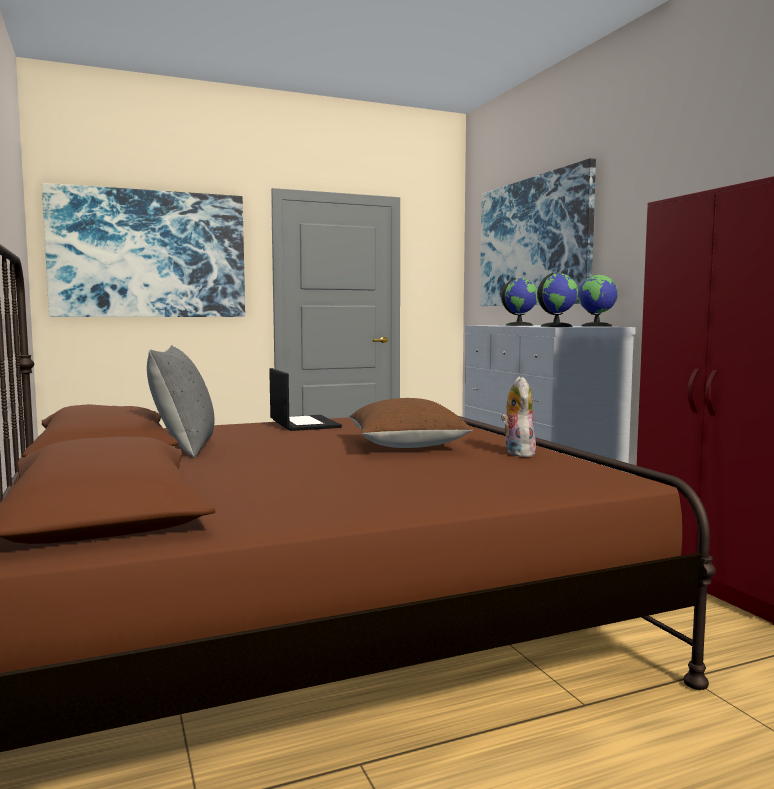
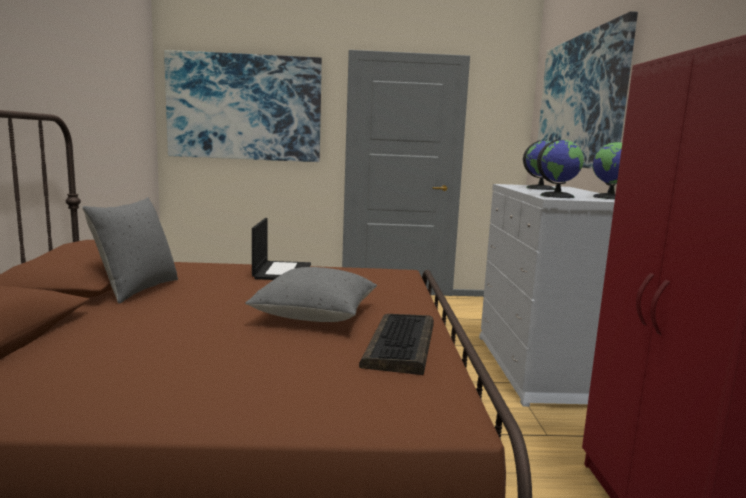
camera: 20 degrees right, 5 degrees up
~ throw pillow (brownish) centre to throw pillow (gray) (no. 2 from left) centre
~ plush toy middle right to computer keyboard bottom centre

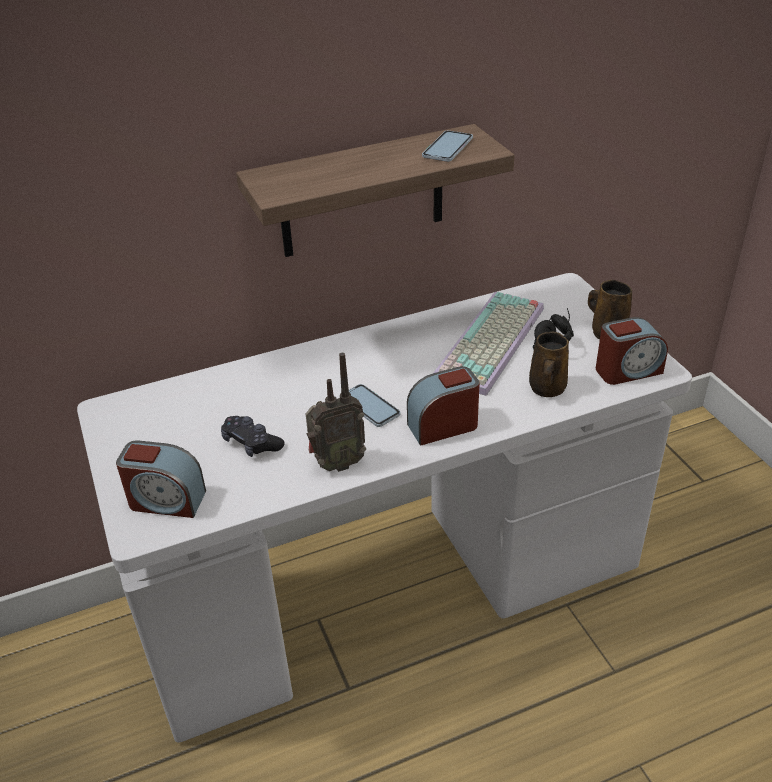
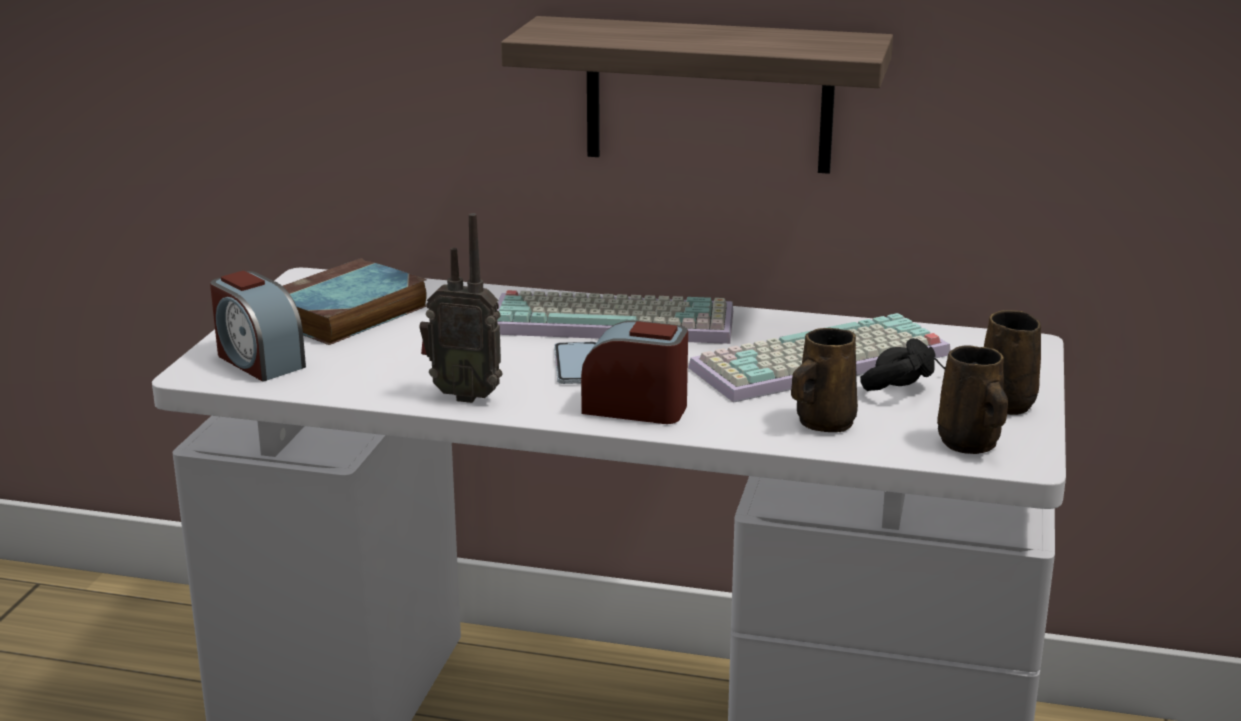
camera: 35 degrees right, 15 degrees down
- game controller (black-coloured) middle left
- phone (no. 2 from left) top centre
~ table clock (no. 3 from left) middle right to mug (brownish) (no. 2 from left) middle right
+ book middle left
+ computer keyboard (no. 1 from left) centre

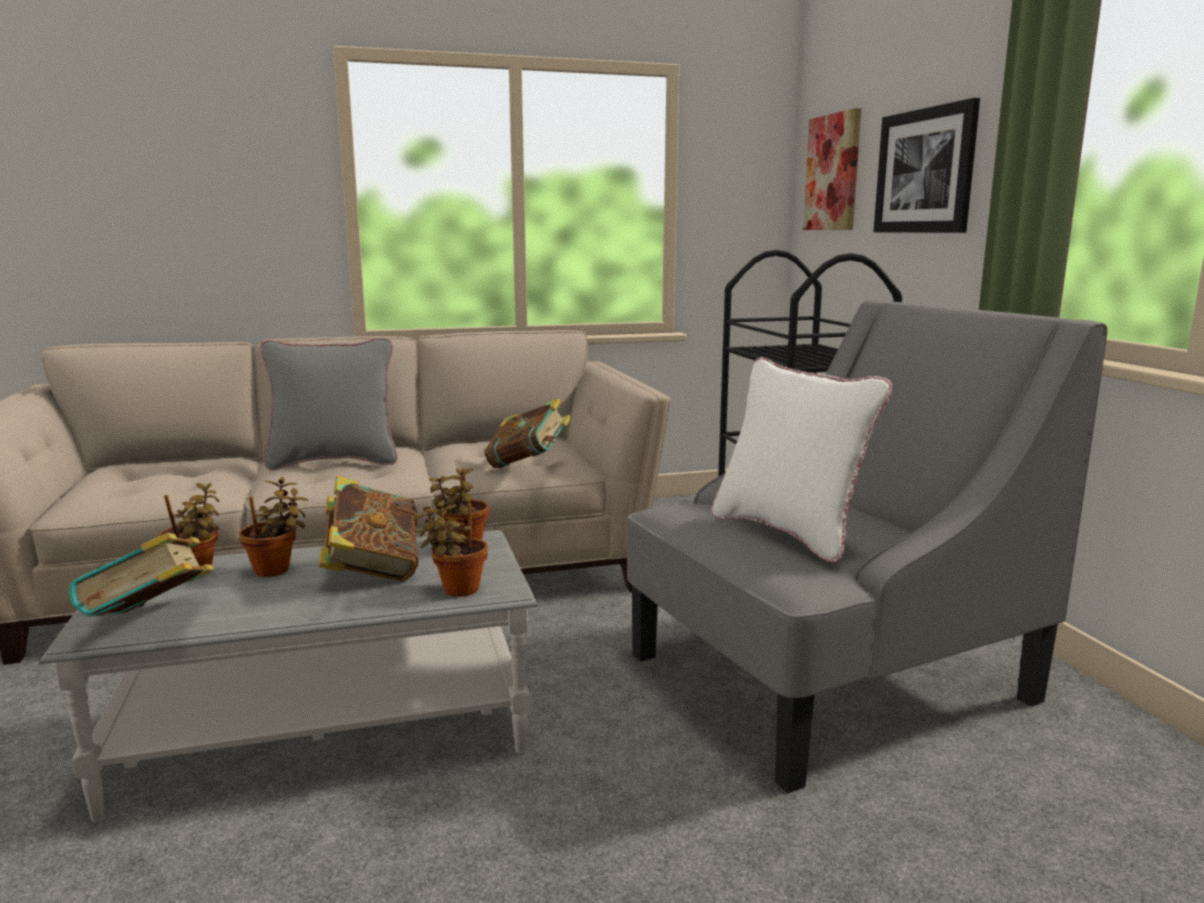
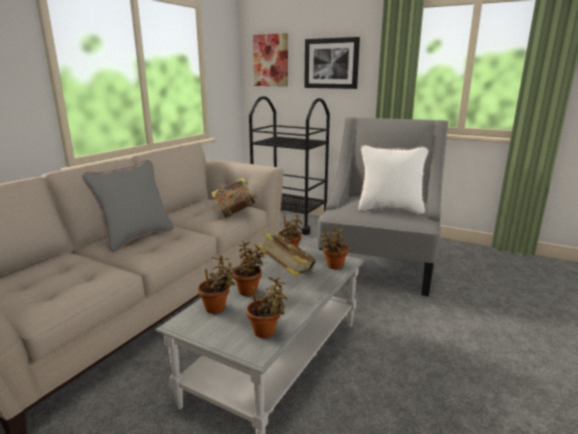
camera: 45 degrees left, 5 degrees up
~ book (no. 1 from left) middle left to plant in a pot (no. 3 from left) bottom centre

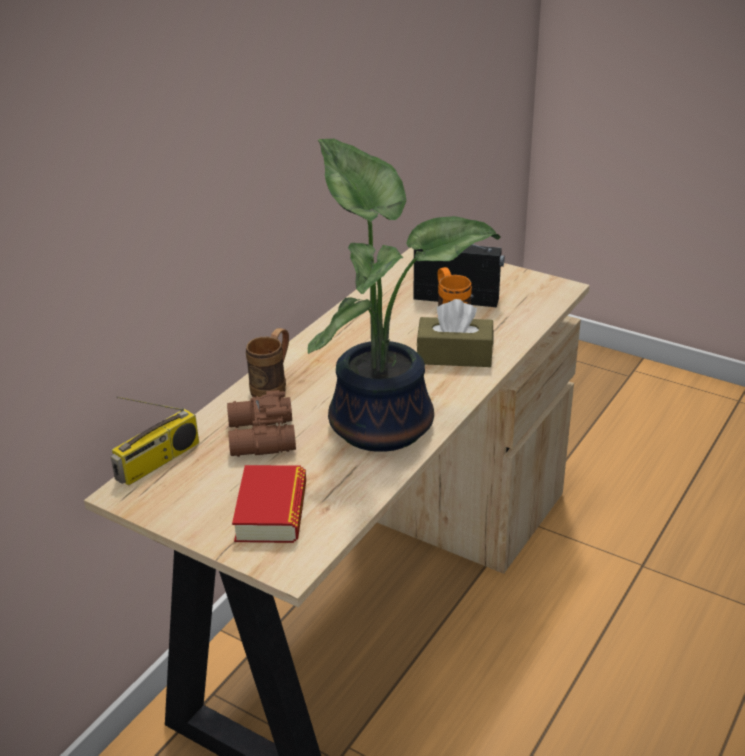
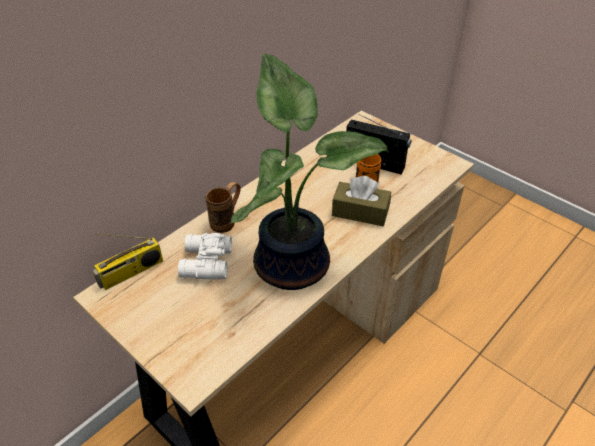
camera: 10 degrees right, 10 degrees up
~ field glasses (brownish) centre to field glasses (white-coloured) centre
- book bottom centre

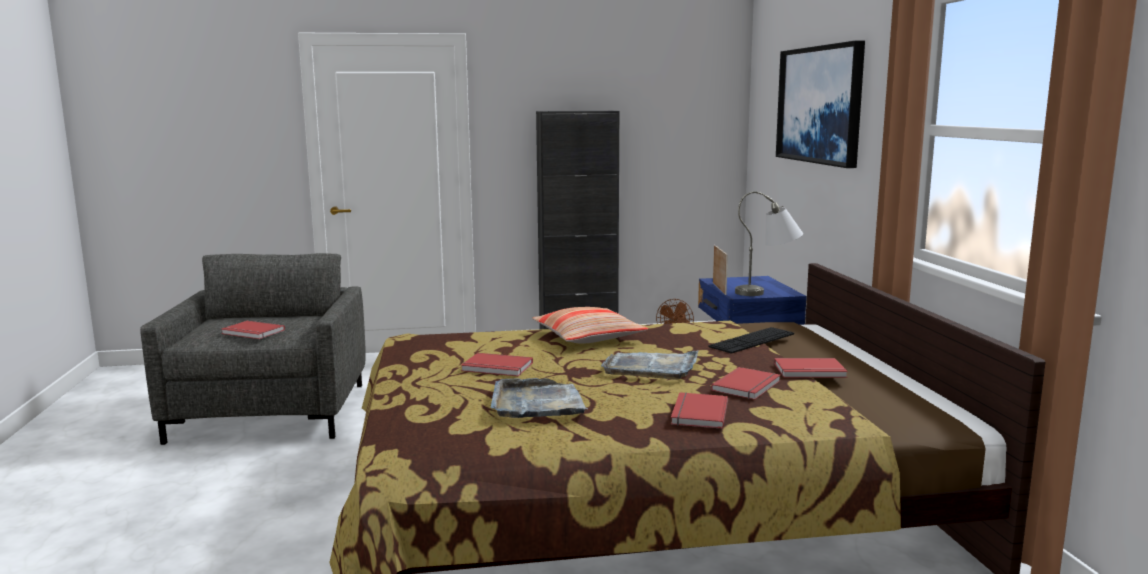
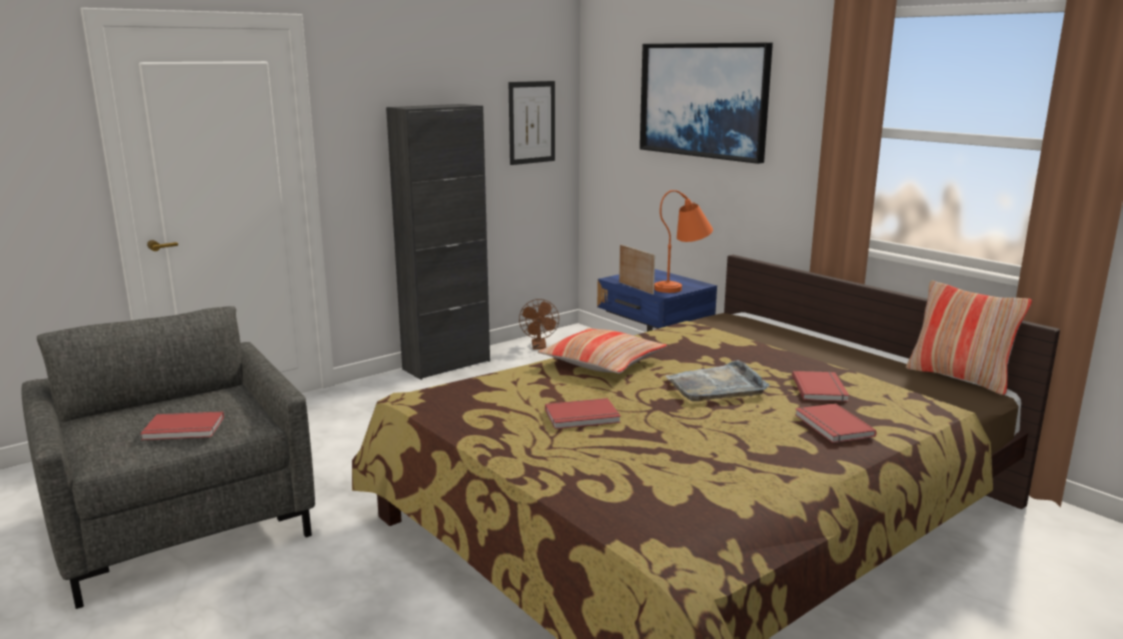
camera: 30 degrees left, 5 degrees up
- serving tray (gray) (no. 1 from left) bottom centre
- computer keyboard centre
~ table lamp (gray) middle right to table lamp (orangey) centre
- book (red-coloured) (no. 5 from left) middle right
+ wall art (no. 1 from left) top centre
+ throw pillow (no. 2 from left) middle right

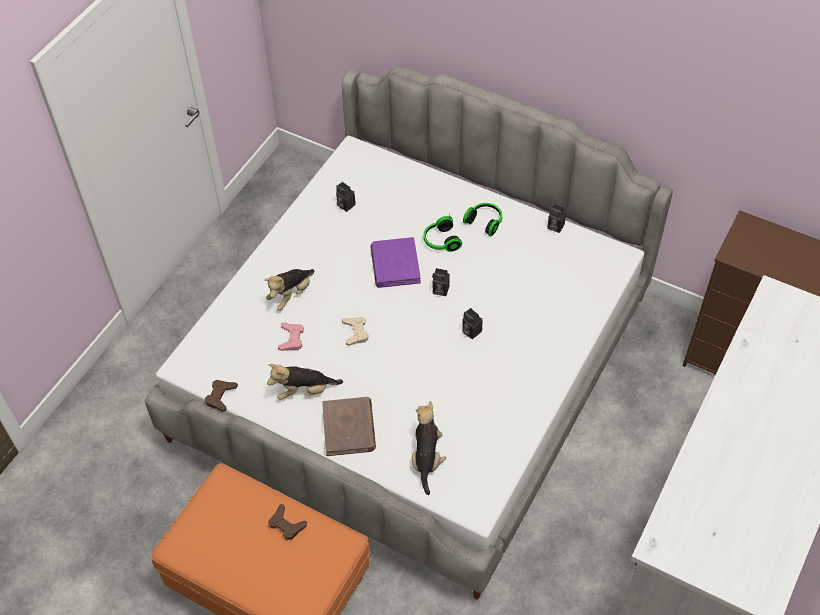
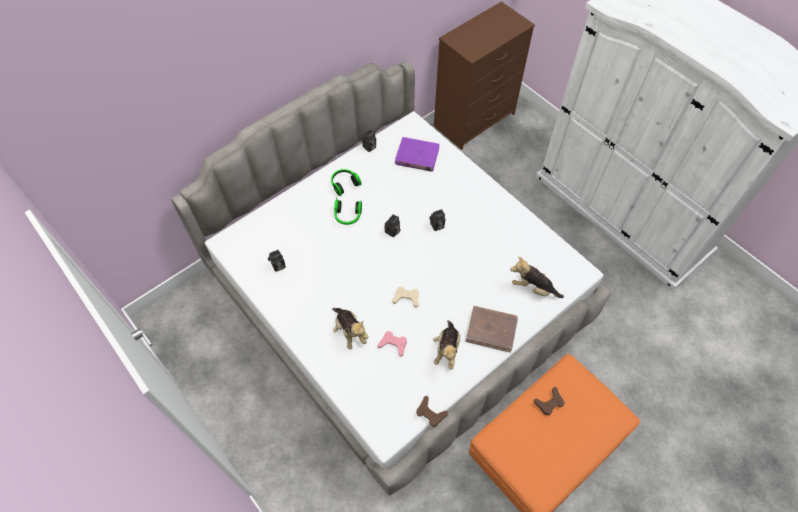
camera: 70 degrees left, 5 degrees up
~ book (purple) centre to top centre

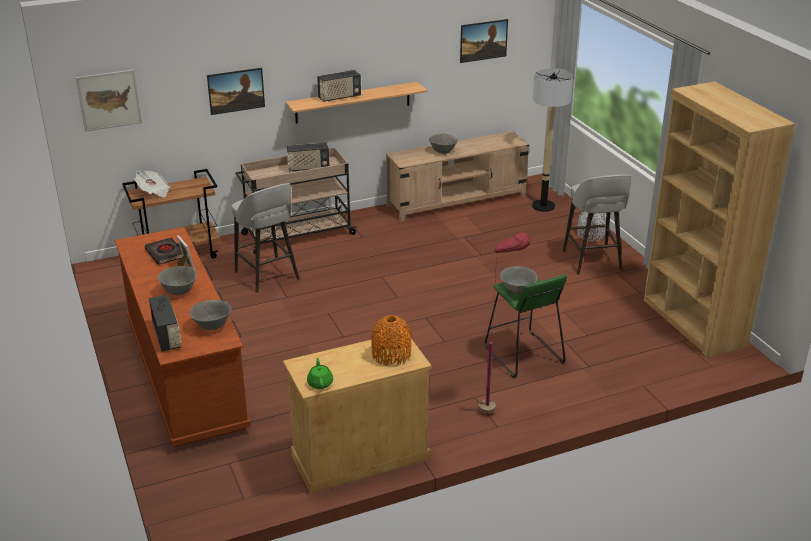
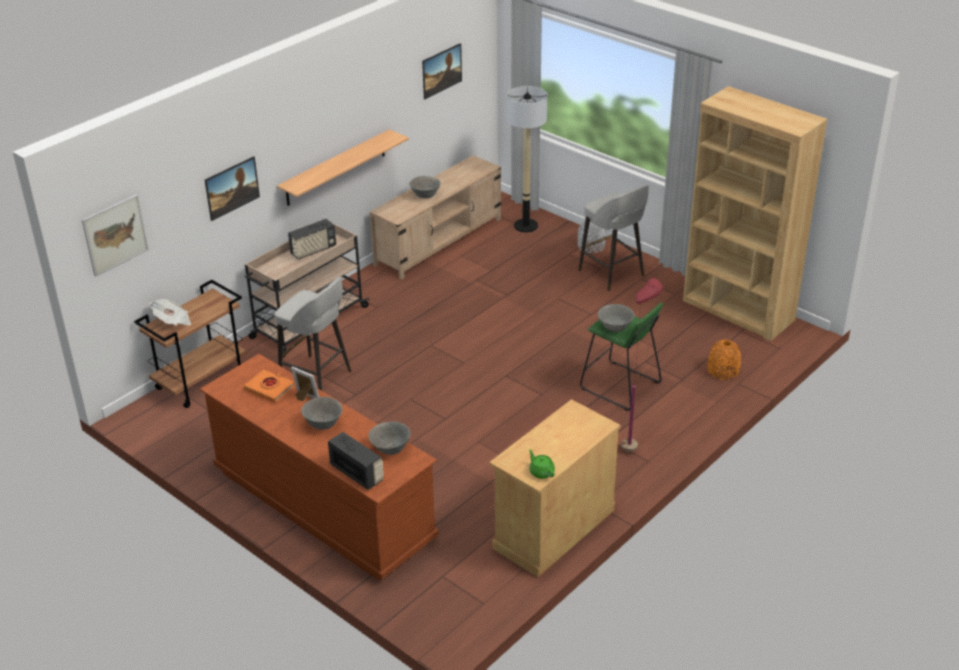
camera: 25 degrees left, 5 degrees up
~ book (black-coloured) middle left to book (orangey) middle left
- radio (no. 3 from left) top centre
~ vase (orangey) centre to middle right

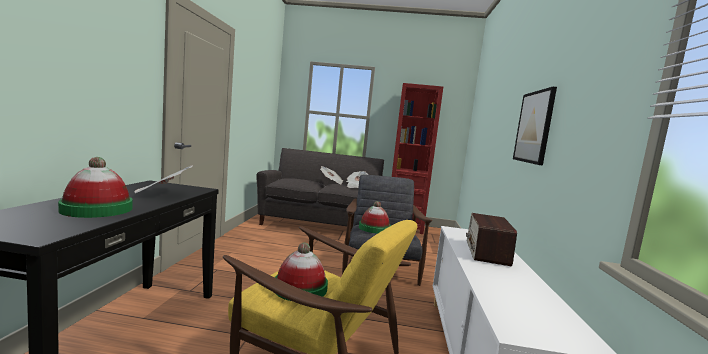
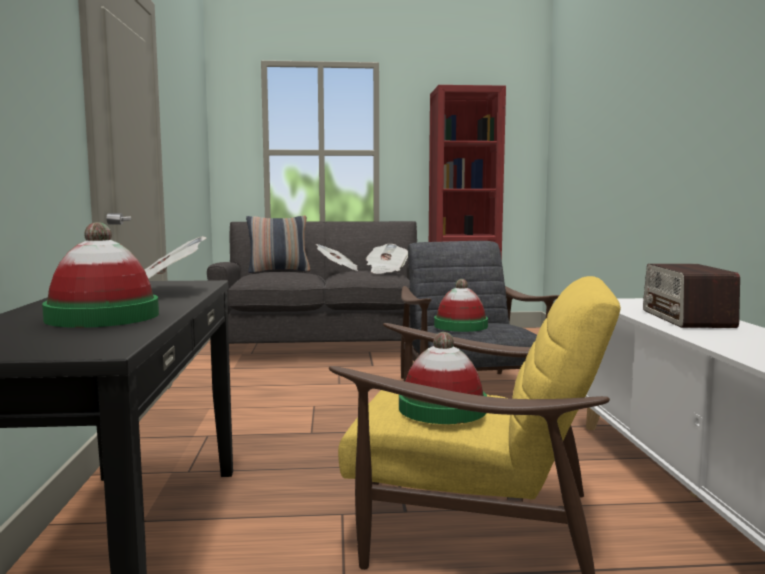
camera: 10 degrees left, 0 degrees up
- wall art middle right
+ throw pillow centre

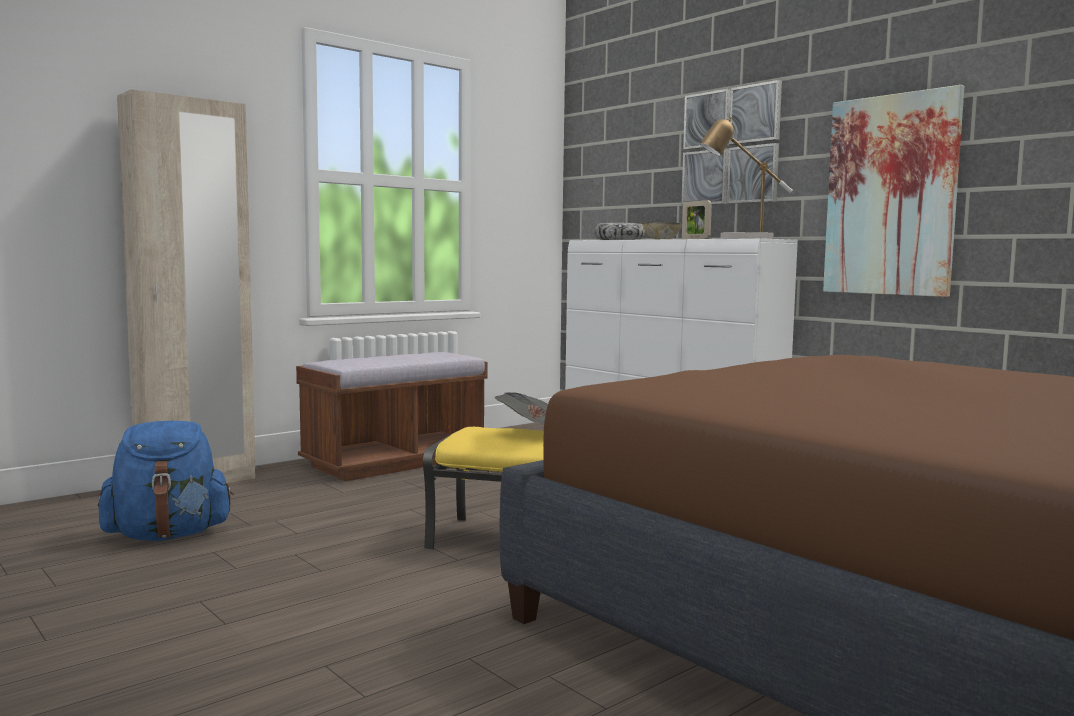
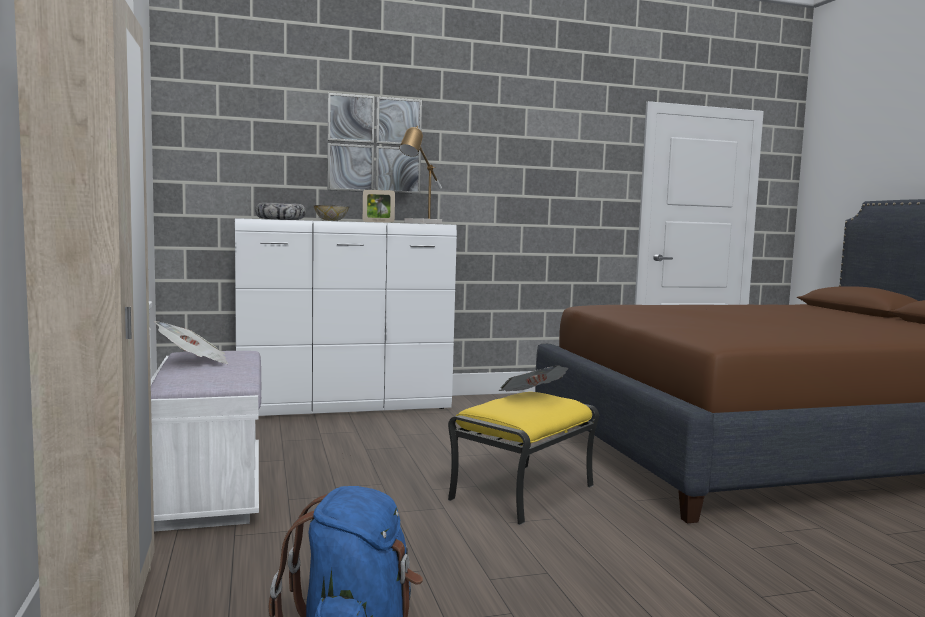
camera: 65 degrees left, 0 degrees up
~ long seat (brownish) centre to long seat (white-coloured) bottom left
- wall art (no. 2 from left) top right
+ printed paper (no. 1 from left) middle left

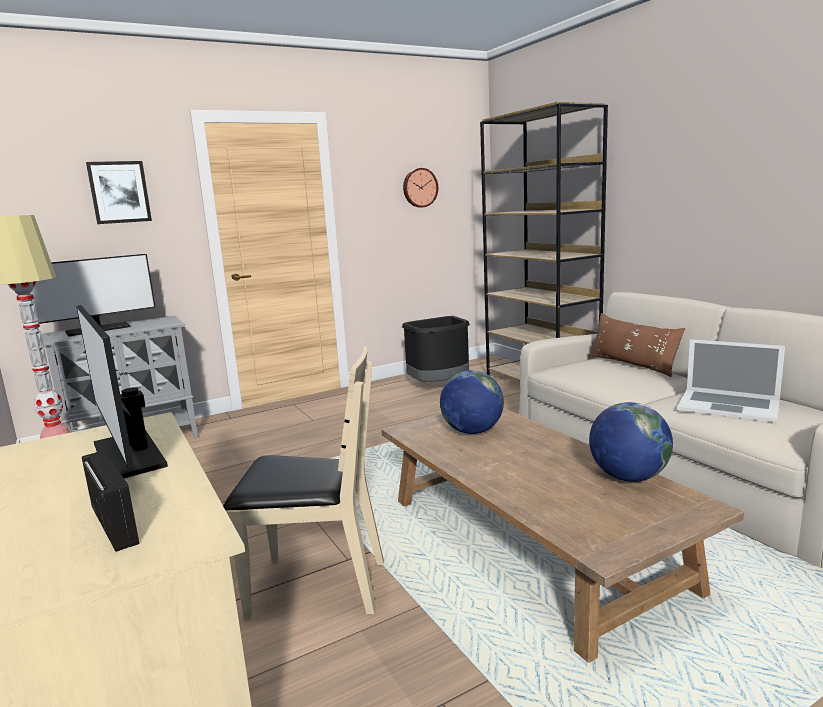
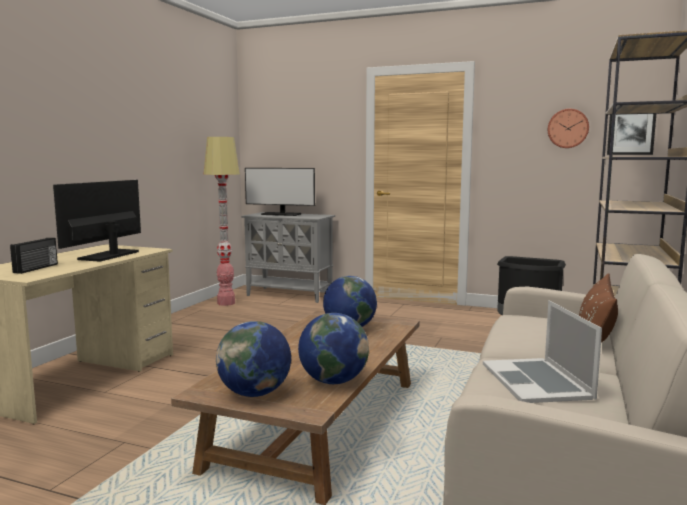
camera: 50 degrees right, 5 degrees down
~ wall art top left to top right
- chair (beige) bottom centre
+ world globe (no. 1 from left) bottom centre

